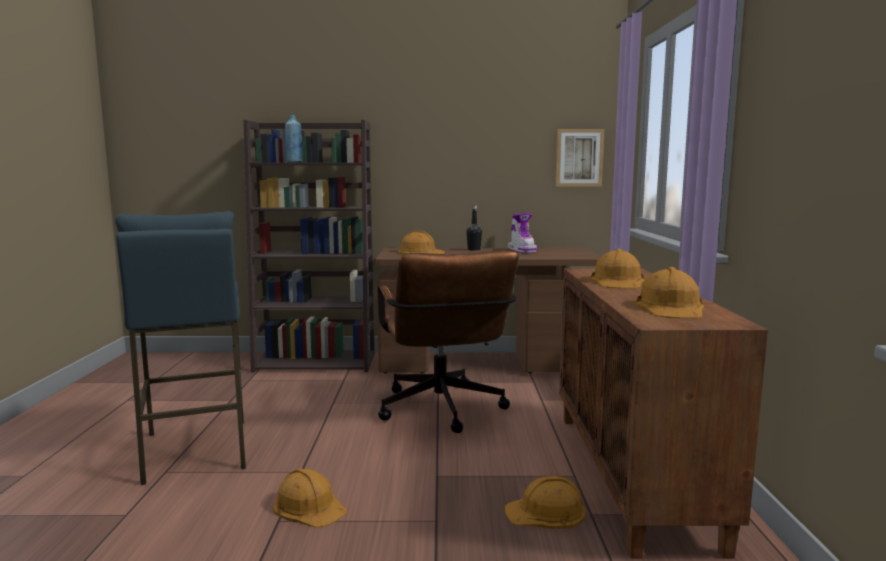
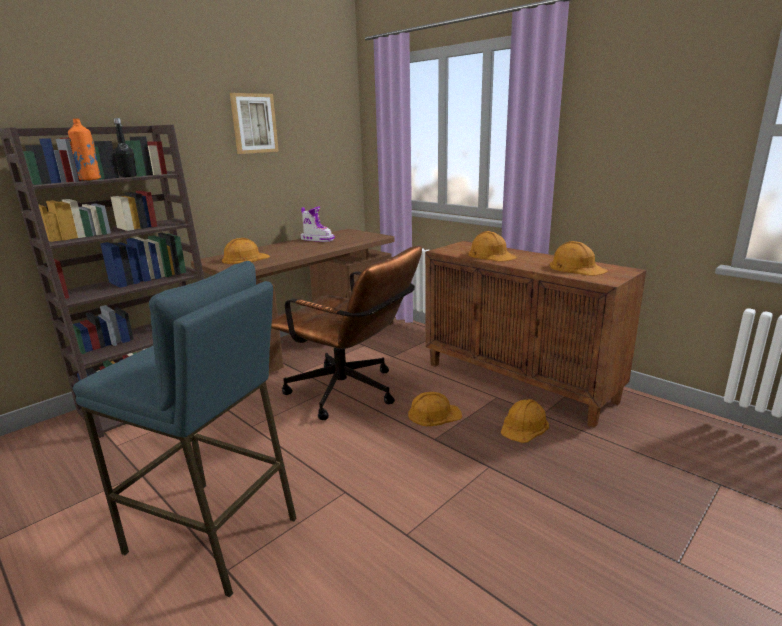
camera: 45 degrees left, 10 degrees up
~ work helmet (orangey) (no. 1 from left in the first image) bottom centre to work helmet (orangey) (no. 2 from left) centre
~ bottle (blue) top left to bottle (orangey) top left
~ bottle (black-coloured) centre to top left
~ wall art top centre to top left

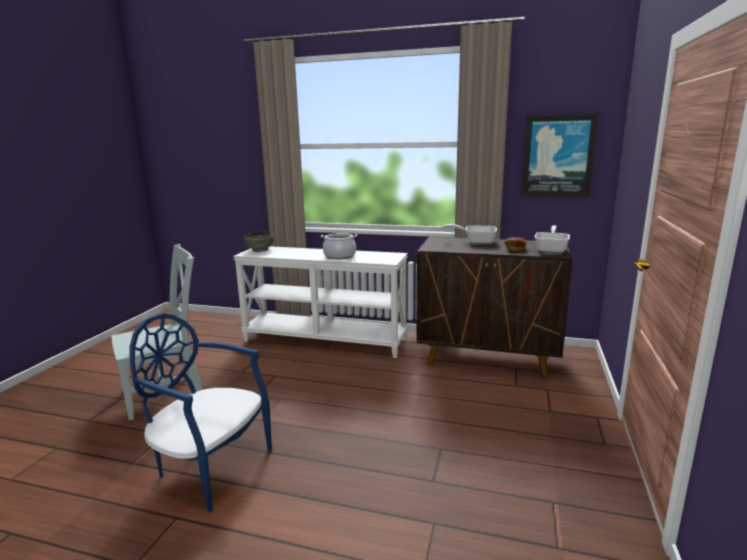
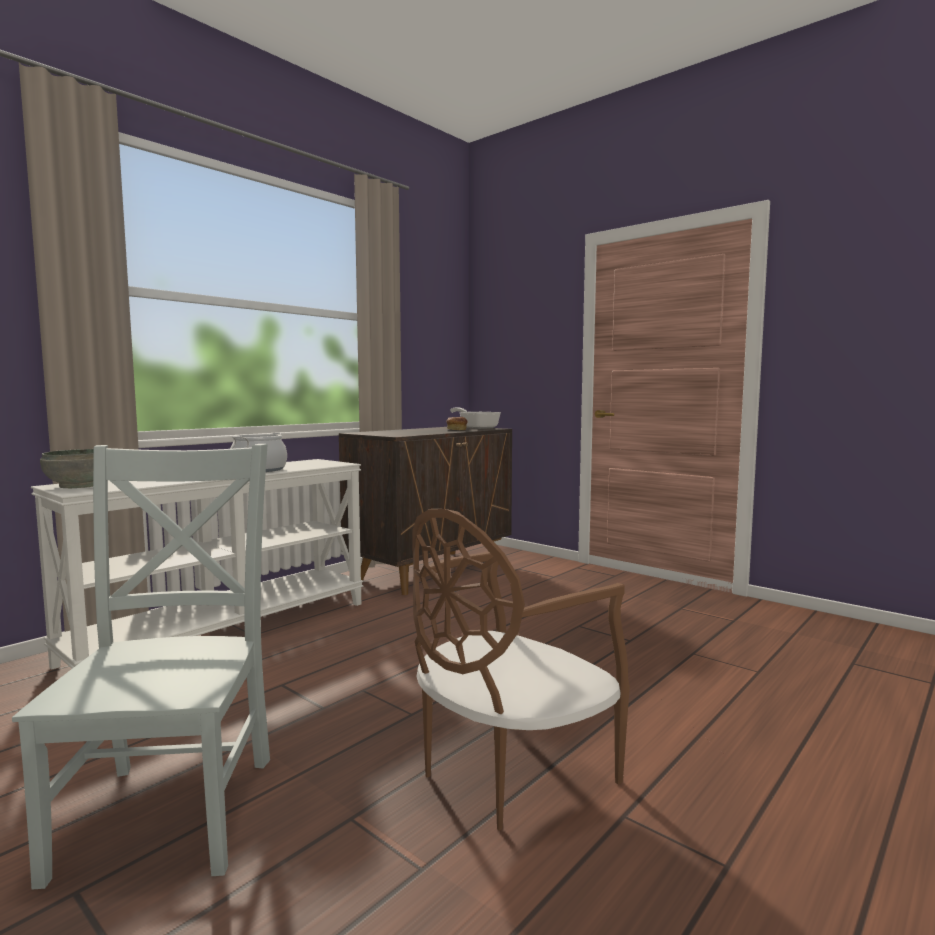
camera: 65 degrees left, 10 degrees down
~ chair (blue) bottom left to chair (brownish) bottom centre
- pan (no. 1 from left) centre
- wall art top right

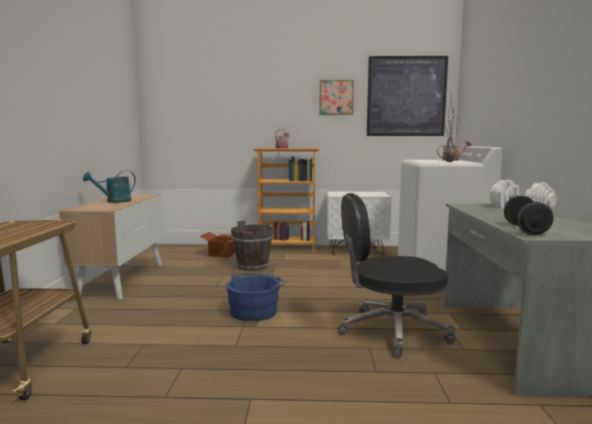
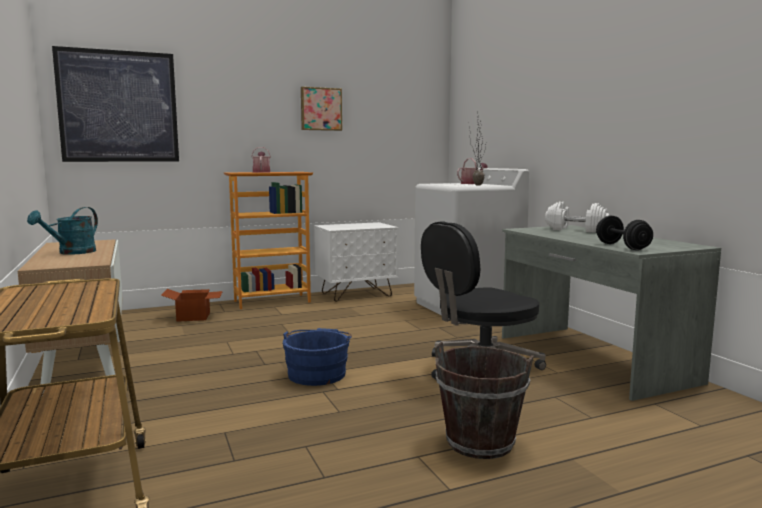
camera: 25 degrees left, 0 degrees up
~ water bucket (brownish) centre to bottom centre
~ wall art (no. 2 from left in the first image) top right to wall art (no. 1 from left) top left

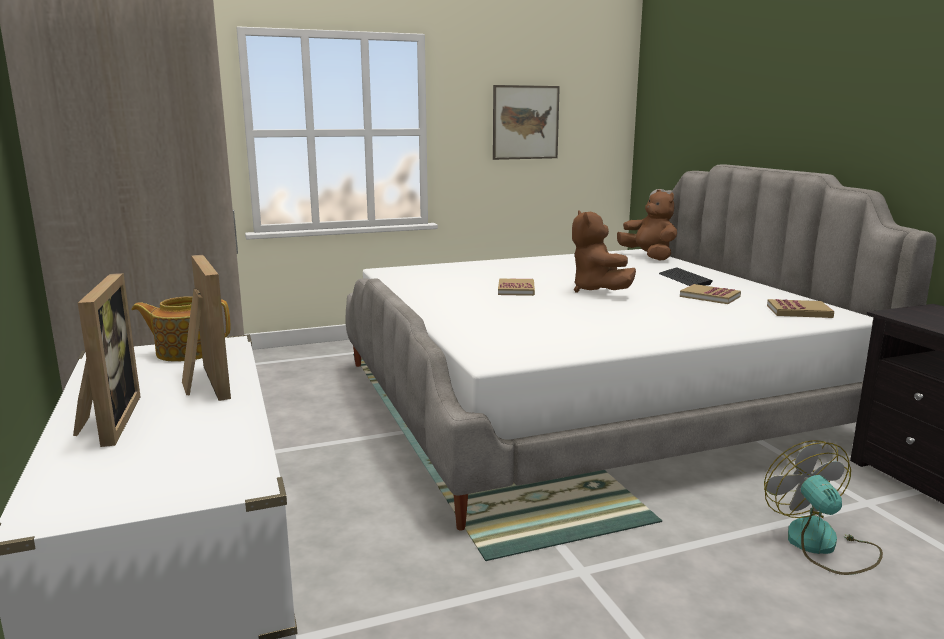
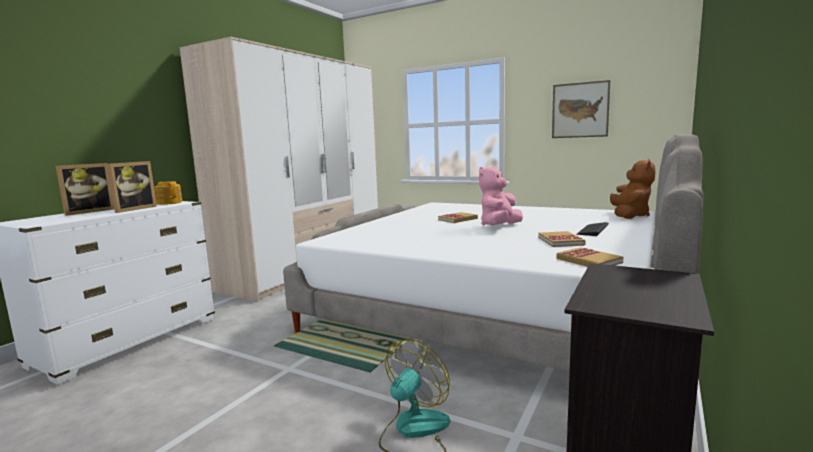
camera: 50 degrees right, 5 degrees down
~ plush toy (brownish) (no. 1 from left) centre to plush toy (pink-coloured) centre

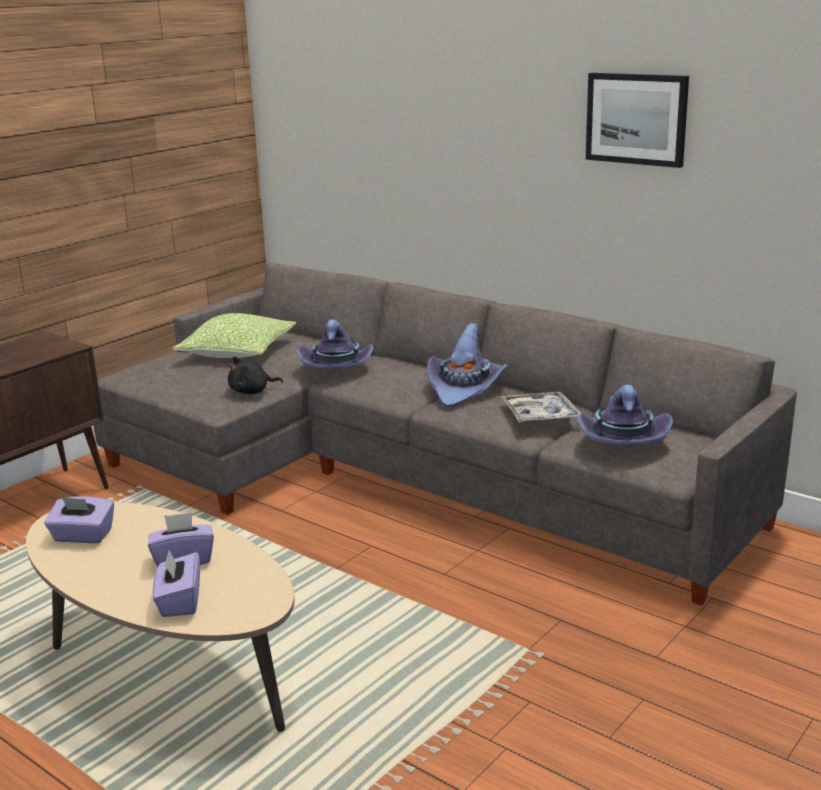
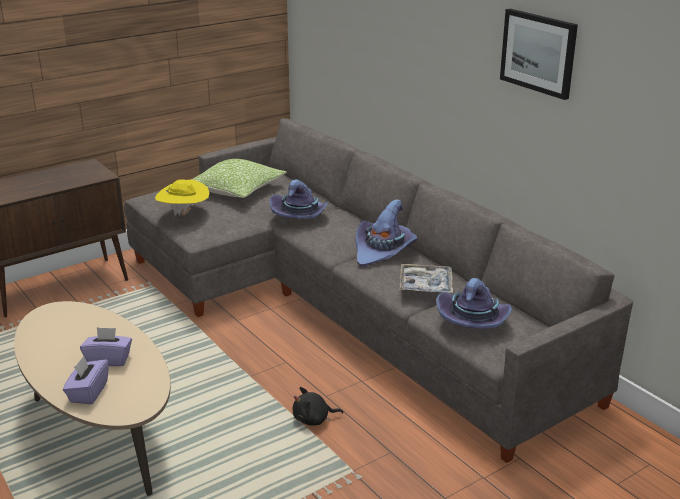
camera: 15 degrees right, 5 degrees up
- tissue box (purple) (no. 1 from left) middle left
~ plush toy (black-coloured) middle left to bottom centre
+ clothing hat (yellow) middle left

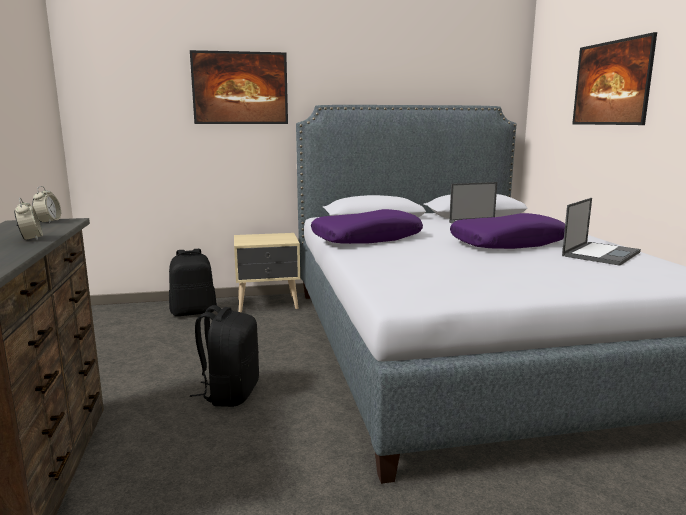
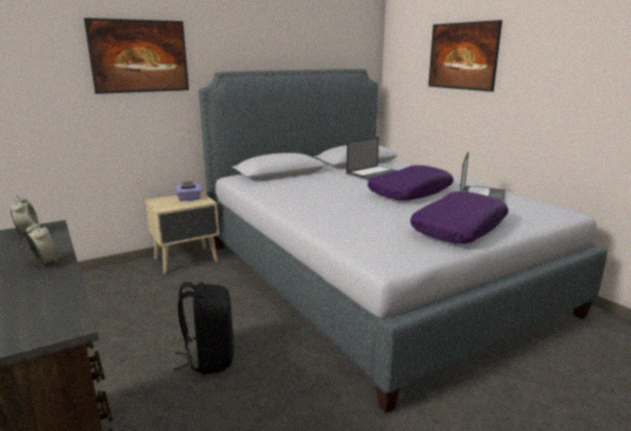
camera: 20 degrees left, 5 degrees up
- rucksack (black-coloured) (no. 1 from left) middle left
~ throw pillow (purple) (no. 1 from left in the first image) centre to throw pillow (purple) (no. 2 from left) middle right
+ tissue box (purple) middle left

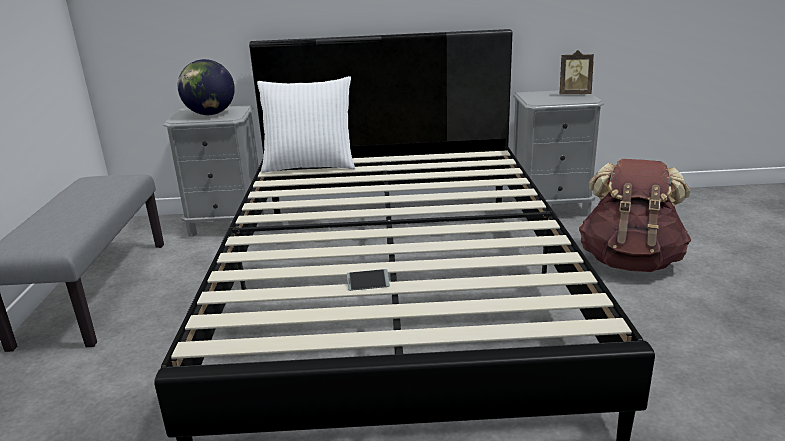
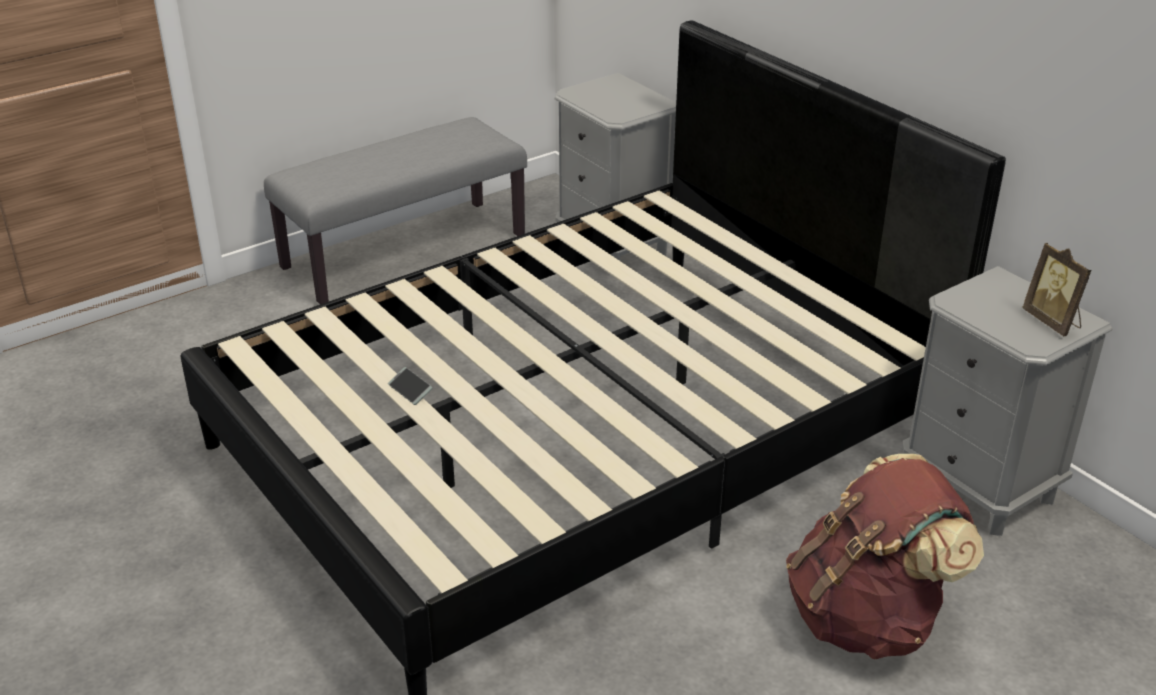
camera: 55 degrees right, 10 degrees up
- world globe top left
- throw pillow (white-coloured) top centre

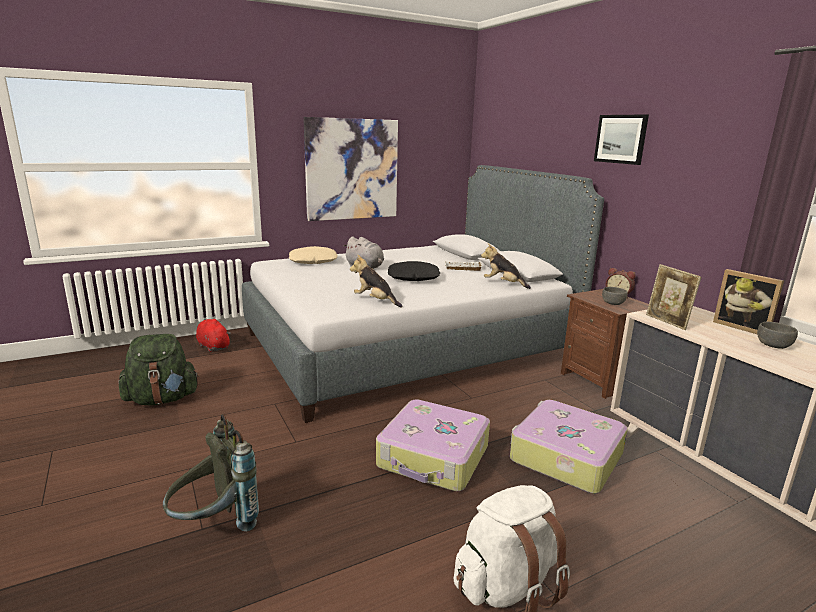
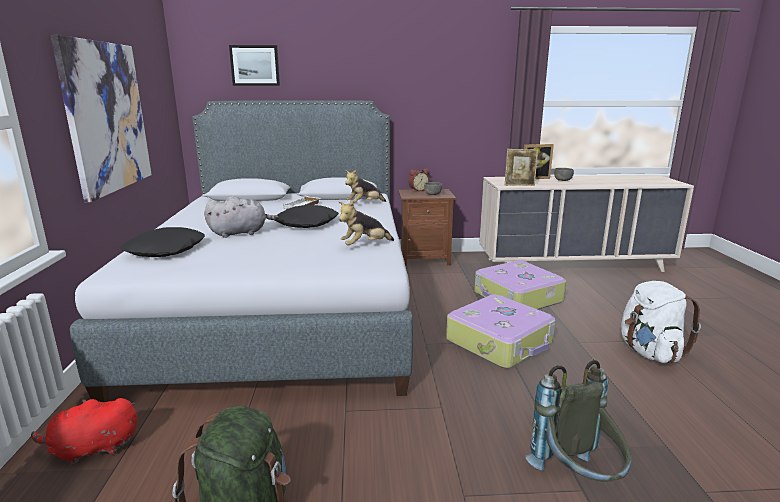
camera: 65 degrees left, 0 degrees up
~ throw pillow (beige) centre to throw pillow (black-coloured) (no. 1 from left) middle left
~ wall art (no. 2 from left) top right to top left

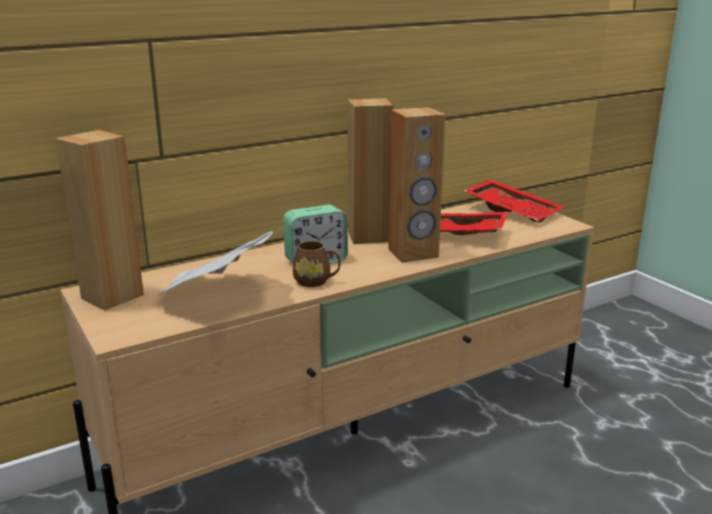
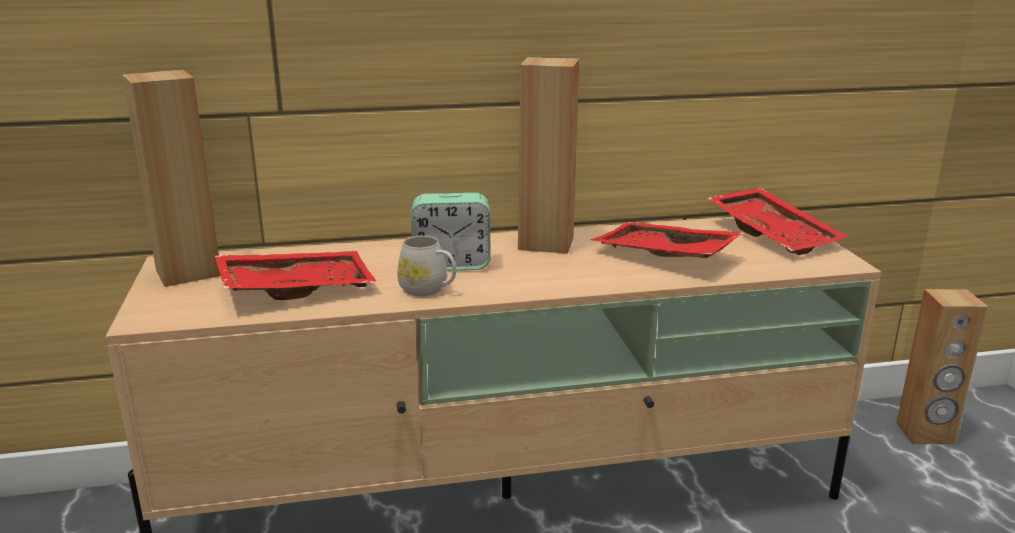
camera: 20 degrees right, 0 degrees up
~ printed paper middle left to serving tray (red-coloured) (no. 1 from left) middle left
~ mug (brownish) centre to mug (white-coloured) centre
~ audio speaker (brownish) (no. 3 from left) centre to bottom right

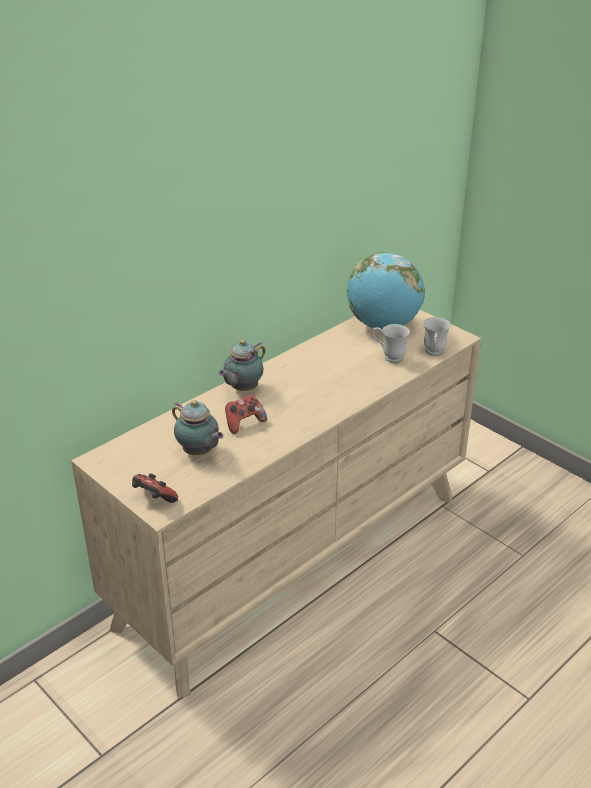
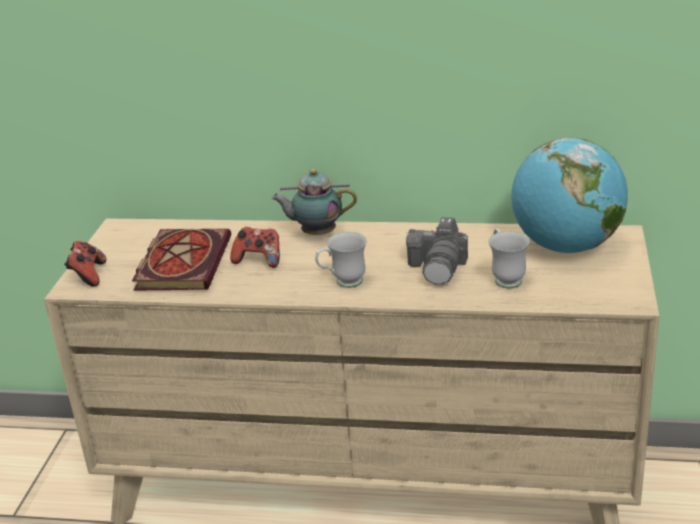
camera: 55 degrees right, 5 degrees down
~ tea pot (no. 1 from left) centre to book middle left
~ mug (white-coloured) (no. 2 from left in the first image) middle right to mug (white-coloured) (no. 1 from left) centre
+ photo camera centre

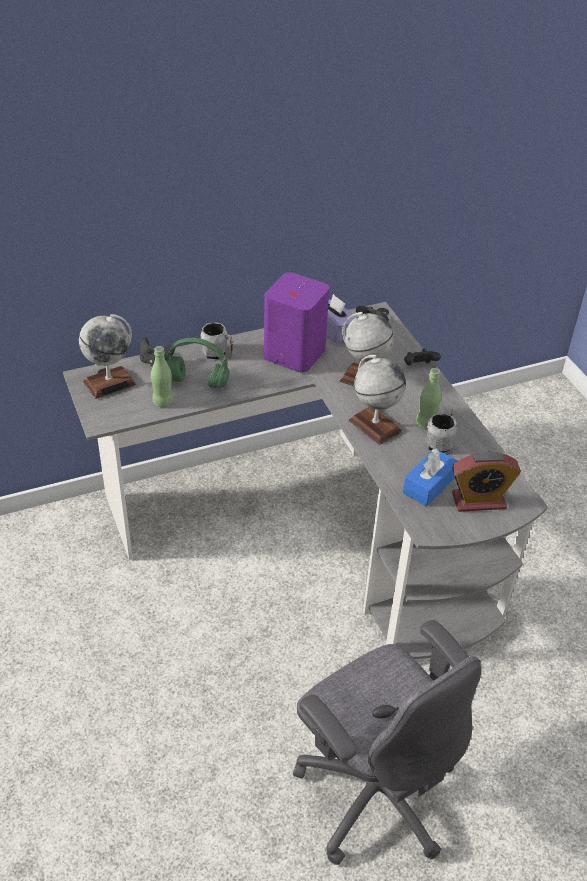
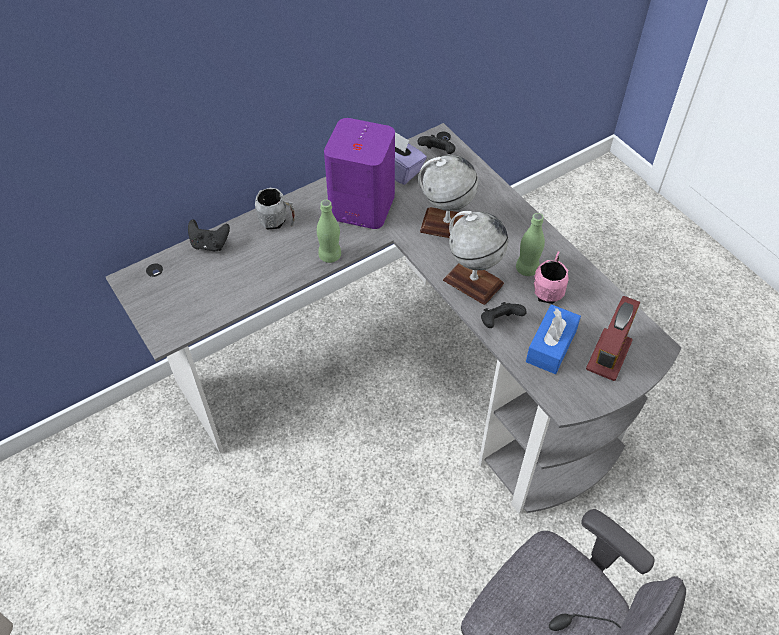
camera: 10 degrees left, 10 degrees up
- world globe (no. 1 from left) middle left
~ bottle (green) (no. 1 from left) middle left to centre
- pair of headphones (green) centre
~ game controller (black-coloured) (no. 3 from left) middle right to centre
~ mug (gray) (no. 2 from left) middle right to mug (pink-coloured) middle right
~ table clock middle right = middle right 45 degrees counterclockwise

